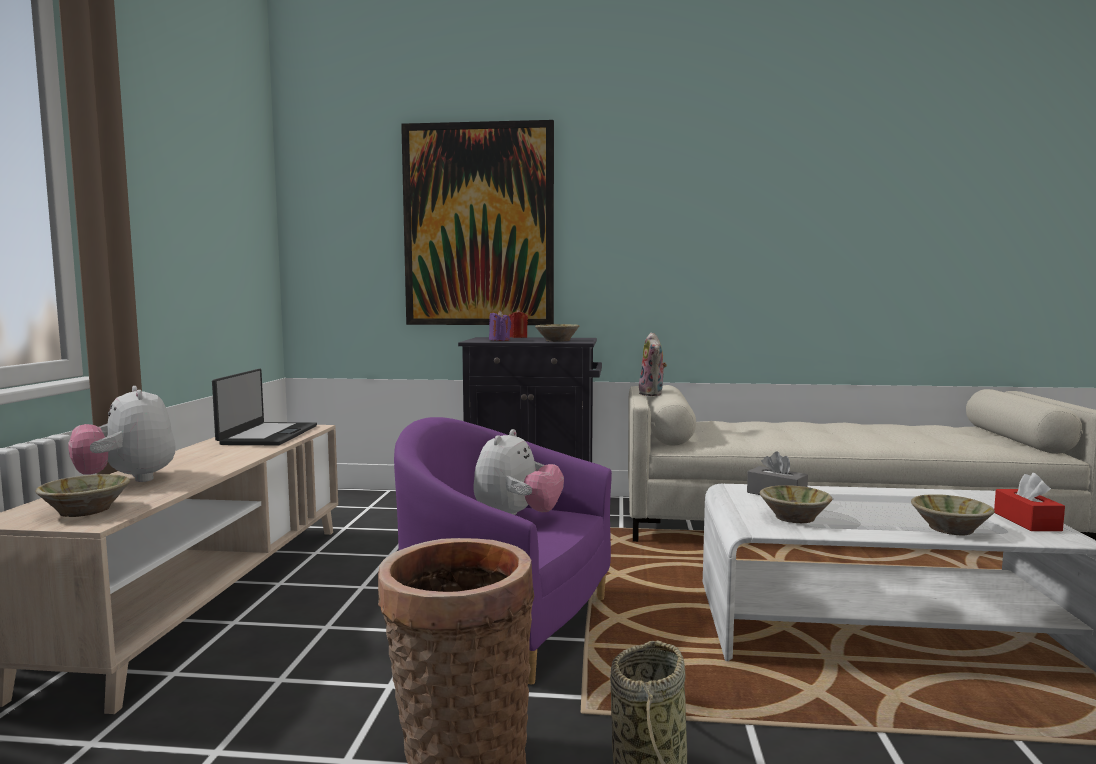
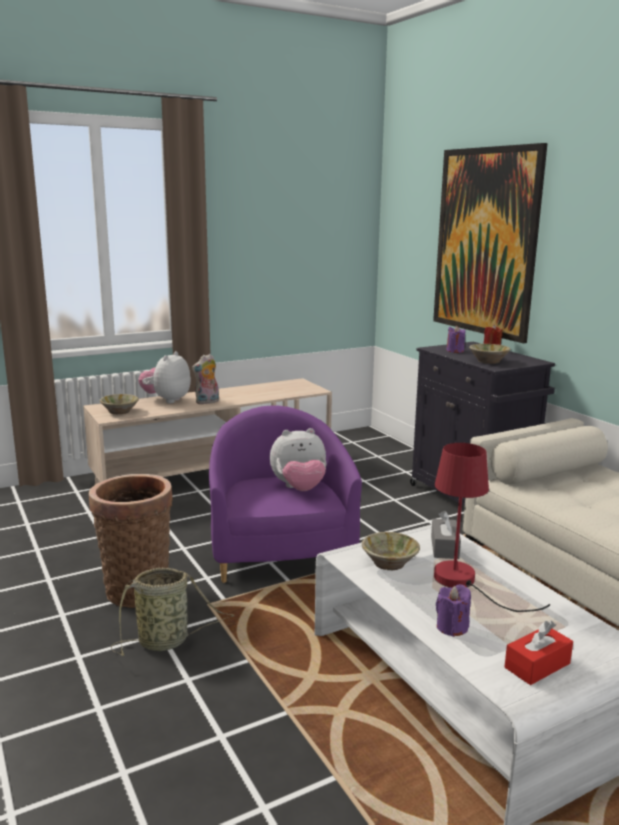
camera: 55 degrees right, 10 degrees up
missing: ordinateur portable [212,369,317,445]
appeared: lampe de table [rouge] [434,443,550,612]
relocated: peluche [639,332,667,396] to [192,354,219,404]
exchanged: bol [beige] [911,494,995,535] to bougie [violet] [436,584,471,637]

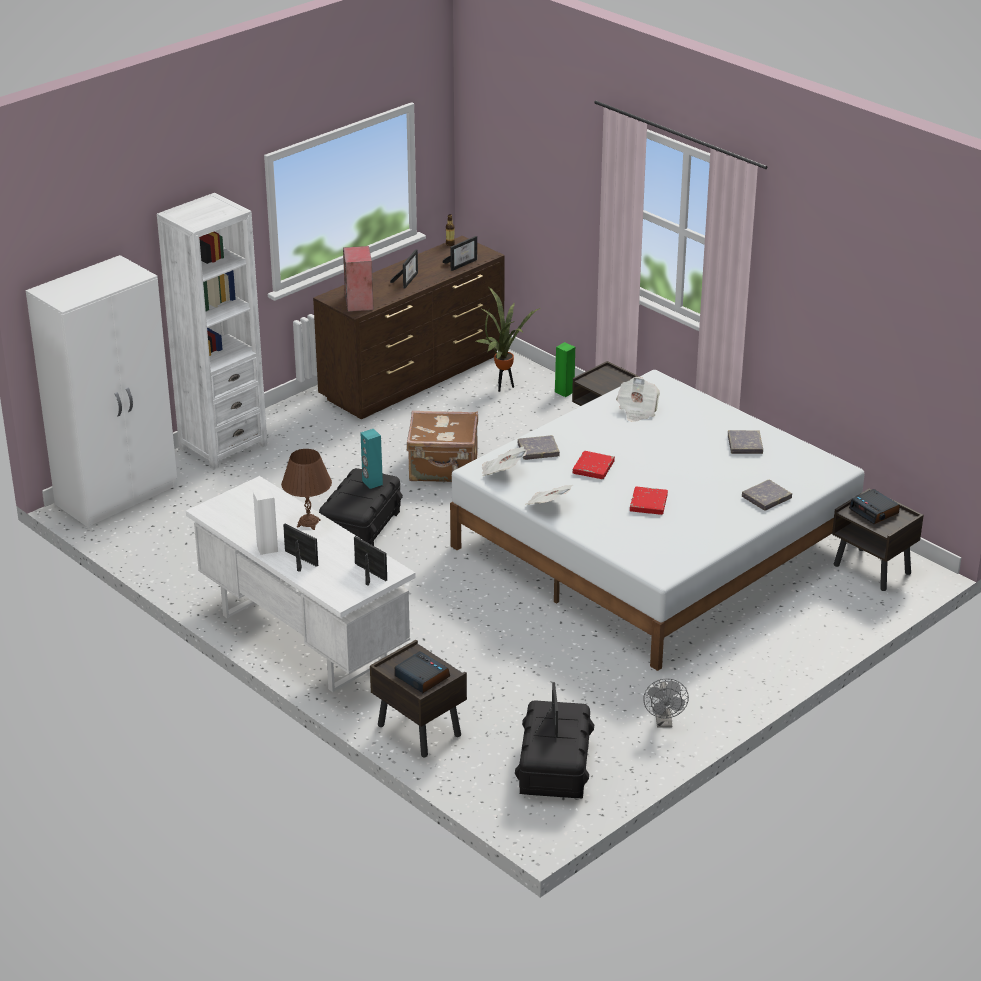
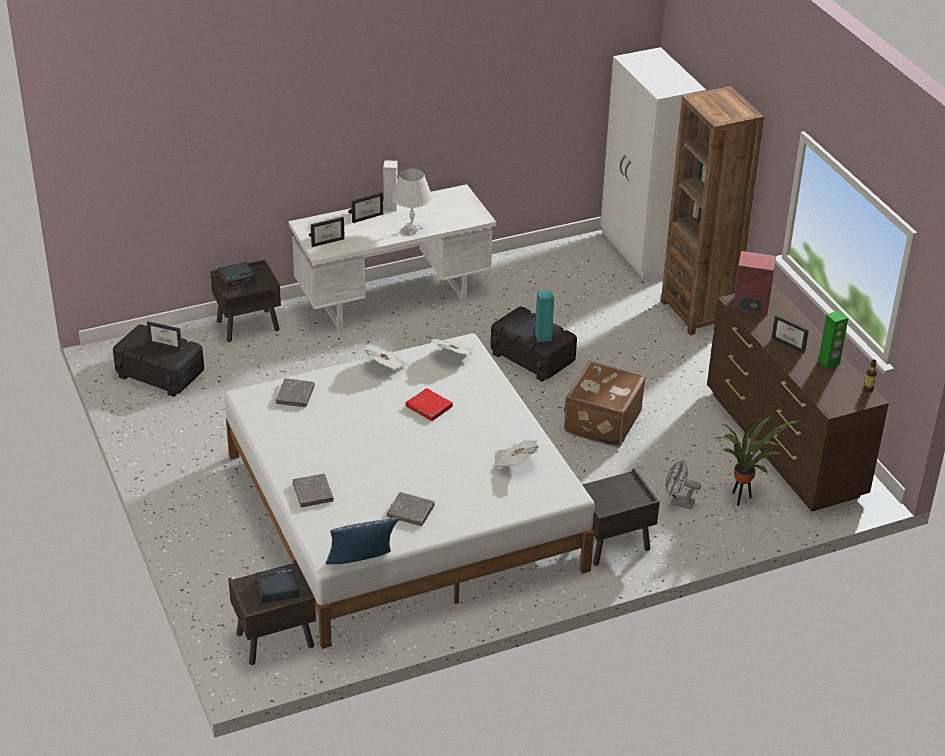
camera: 110 degrees right, 5 degrees up
missing: cadre photo [443,236,477,271]; livre [rouge] [630,487,668,515]
appeared: coussin [326,517,399,564]
relocated: livre [gris] [517,435,560,460] to [276,378,315,407]; enceinte [vert] [555,342,575,397] to [818,311,848,368]; ventilateur [gris] [643,678,689,728] to [666,460,701,510]
colour: bibliothèque [blanc] [157,193,268,470] to bibliothèque [marron] [661,86,764,335]; lampe de table [marron] [281,449,332,530] to lampe de table [blanc] [392,169,432,235]

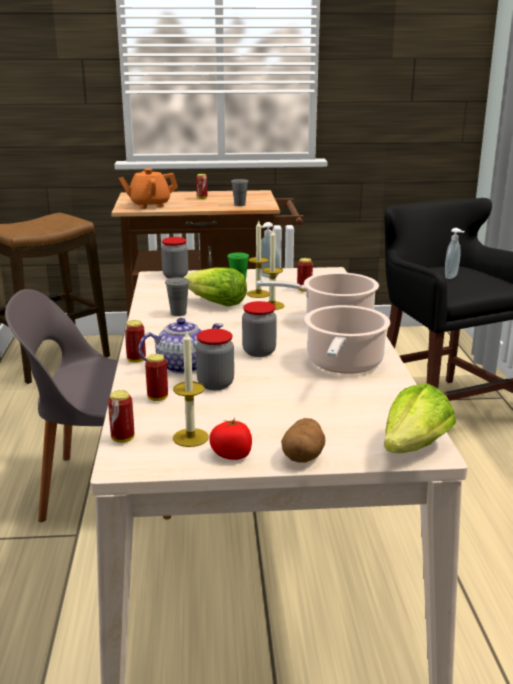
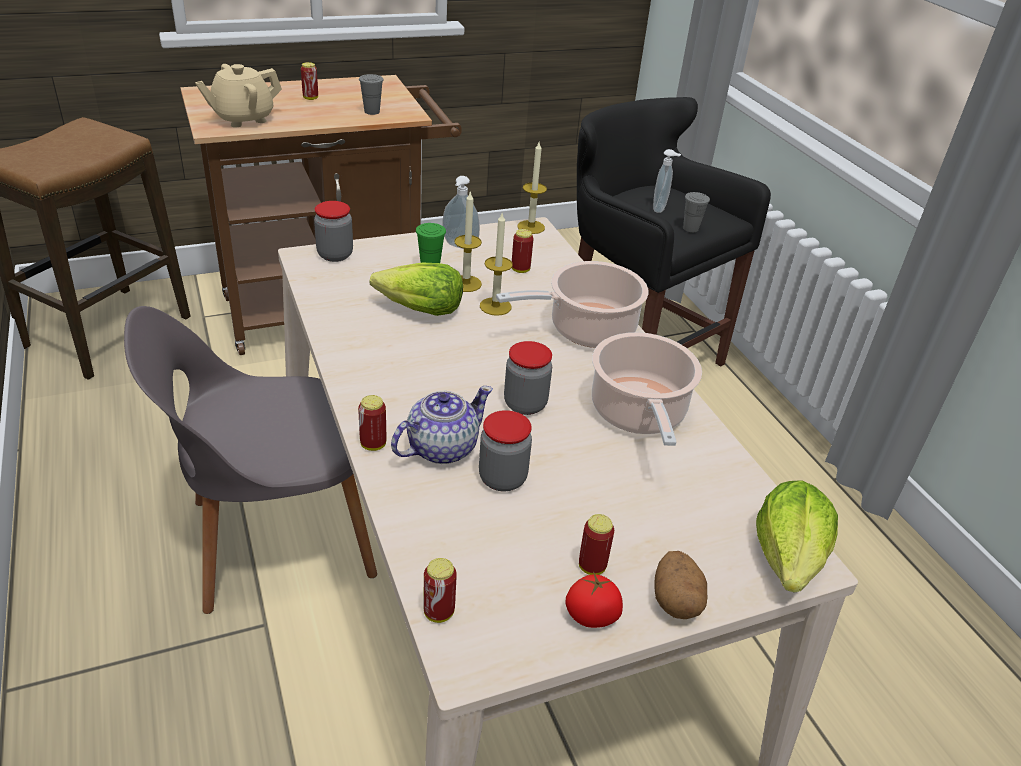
camera: 20 degrees left, 15 degrees up
relocated: boîte métallique [145,354,168,401] to [579,514,614,575]; tasse [gris] [165,278,190,316] to [683,192,710,232]; bougie [173,330,209,447] to [517,142,547,234]
colour: théière [orange] [119,168,178,209] to théière [beige] [195,64,282,128]

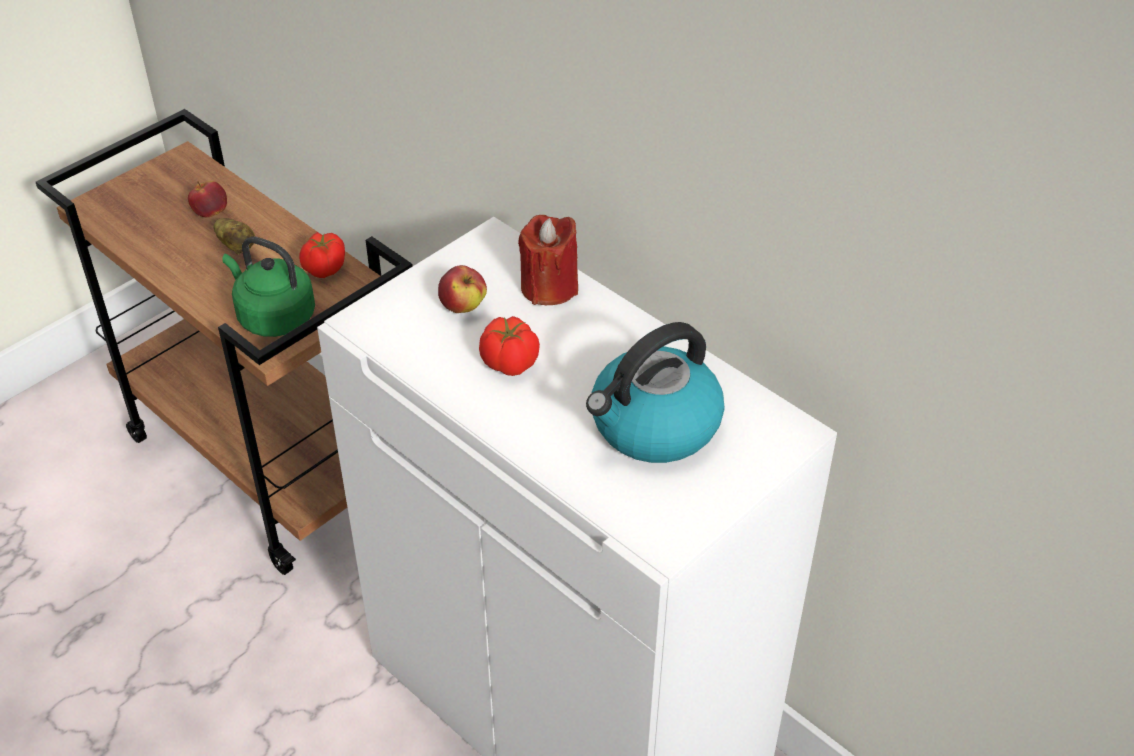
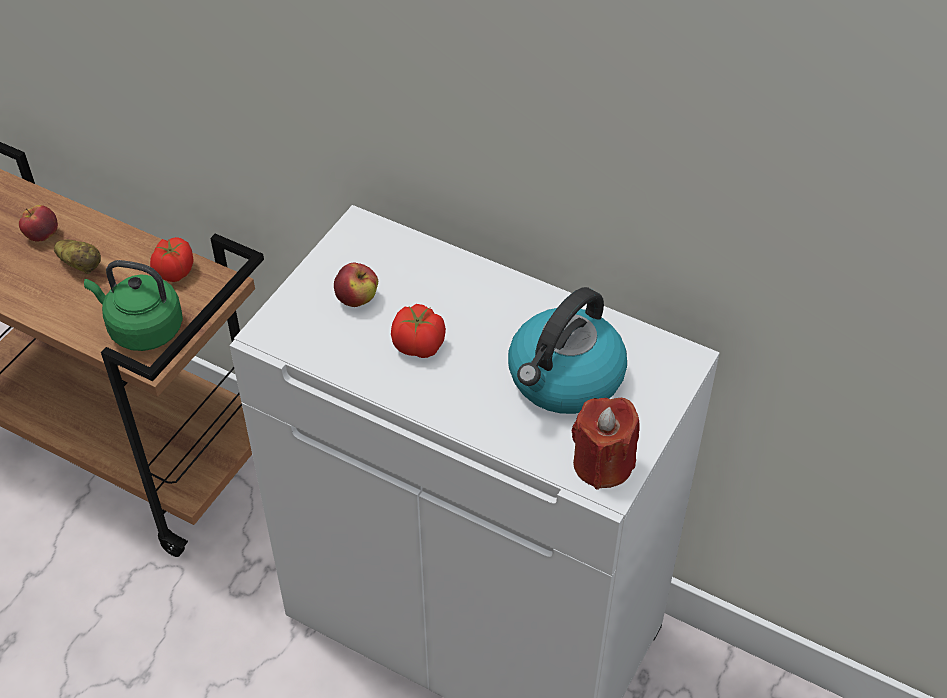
camera: 15 degrees left, 5 degrees up
relocated: bougie [rouge] [518,215,578,305] to [571,398,640,490]

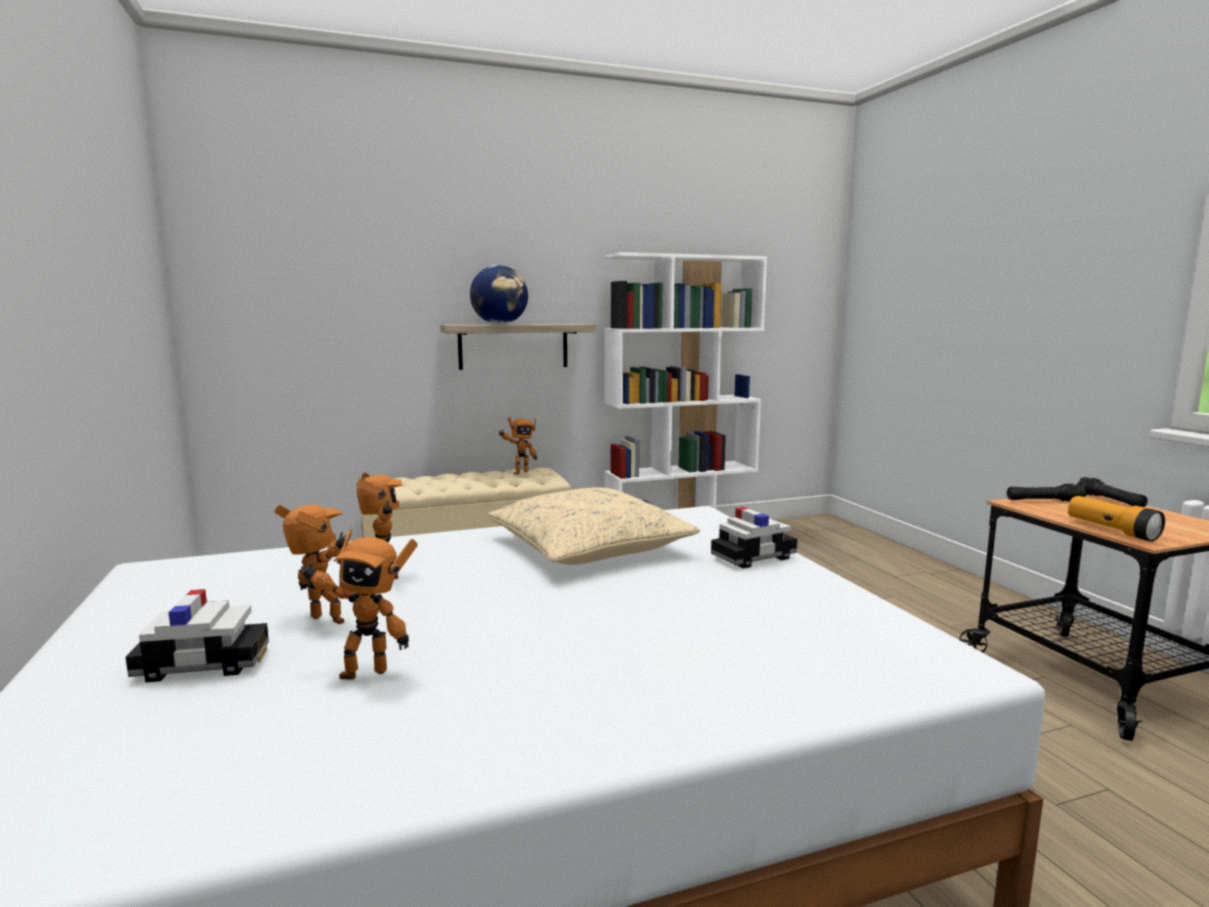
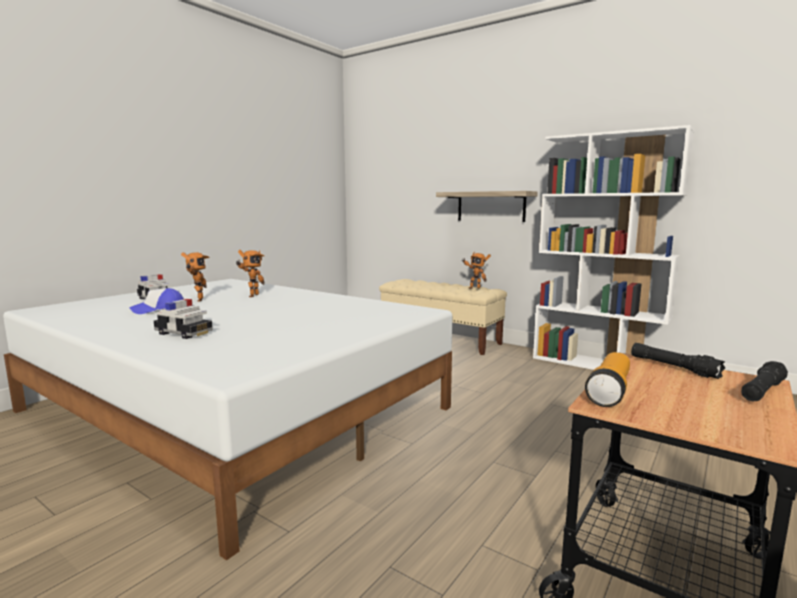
camera: 55 degrees right, 0 degrees up
missing: globe [470,265,528,324]; coussin [beige] [486,487,700,565]
relocated: petite voiture [711,507,798,569] to [154,299,213,339]
exchanged: robot jouet [299,529,418,680] to casquette [129,288,184,314]

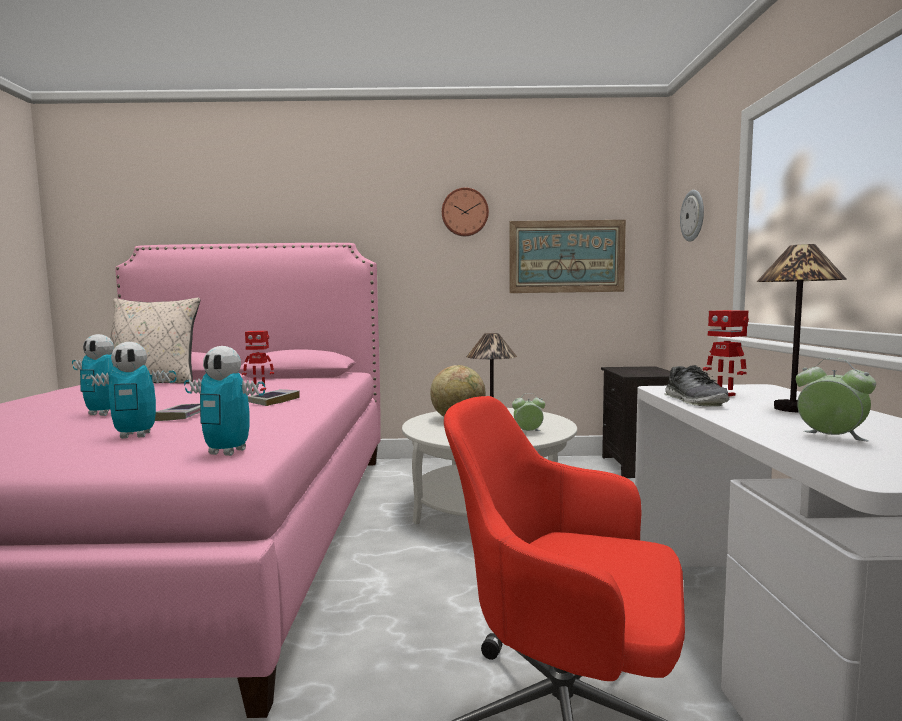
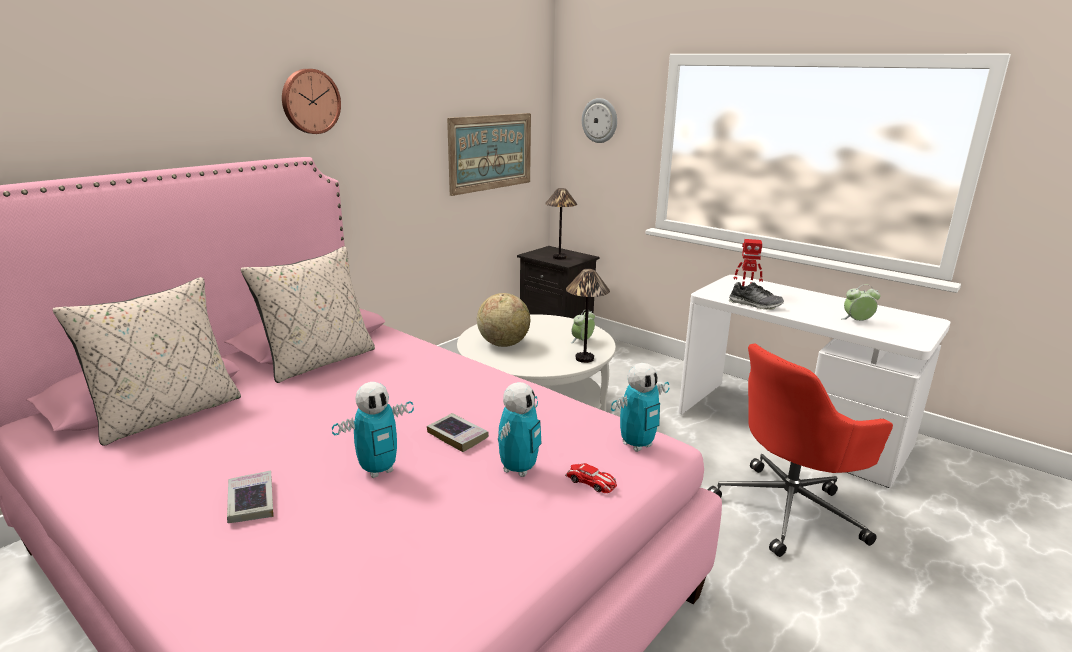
camera: 50 degrees left, 15 degrees up
missing: robot jouet [242,331,274,391]
appeared: coussin [beige] [241,247,375,383]; petite voiture [565,463,617,493]
relocated: livre [248,389,300,406] to [227,471,274,523]; horloge murale [442,188,489,236] to [282,69,341,134]; lampe de table [757,244,847,413] to [545,188,577,259]

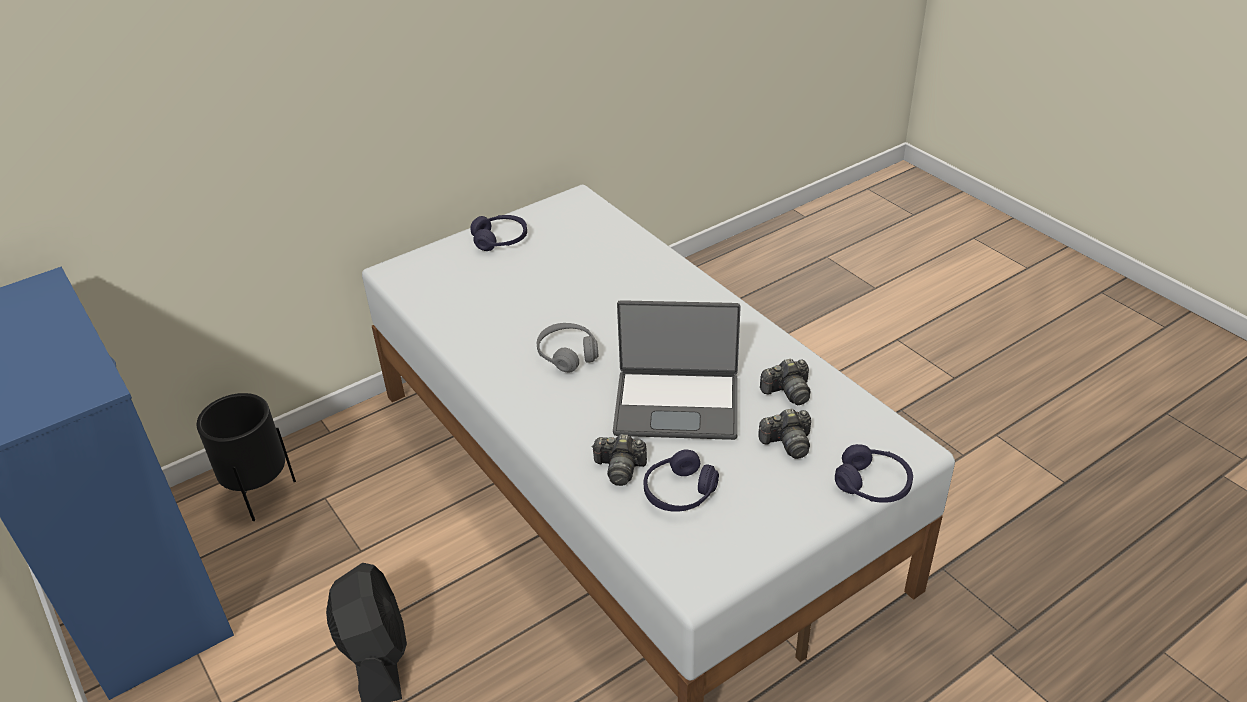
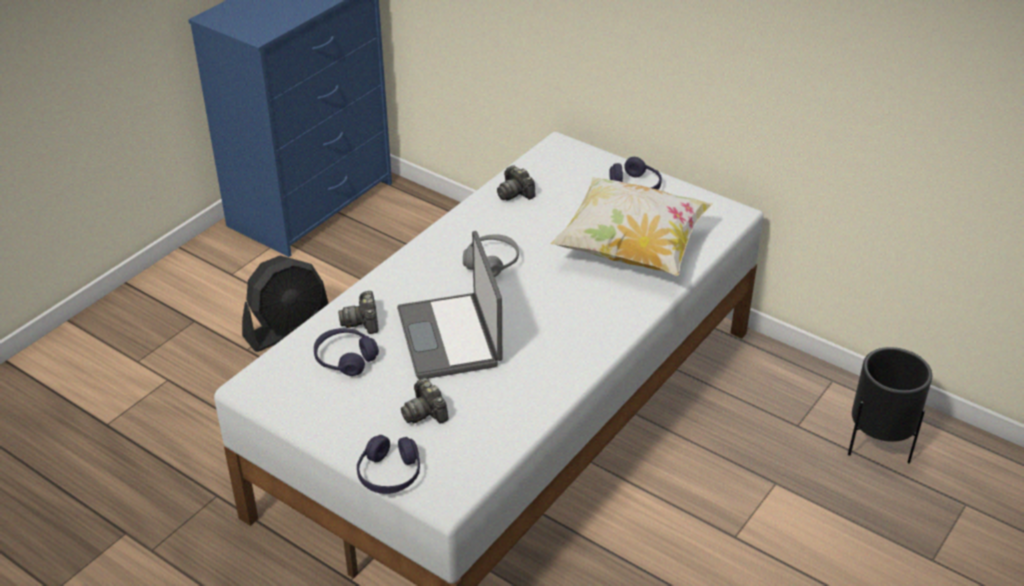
camera: 70 degrees right, 0 degrees up
appeared: coussin [550,177,713,276]
relocated: cache-pot [noir] [197,393,296,521] to [848,347,932,464]; appareil photo [760,358,810,405] to [497,165,536,201]

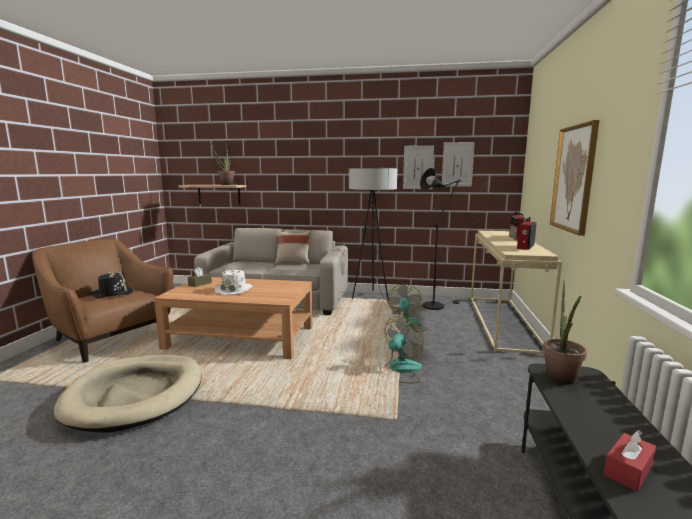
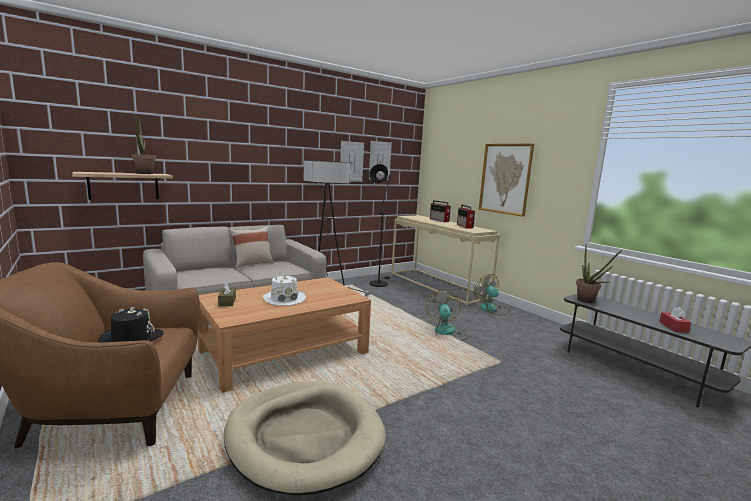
camera: 45 degrees left, 0 degrees up
relocated: ventilateur [387,284,428,332] to [474,274,510,316]

